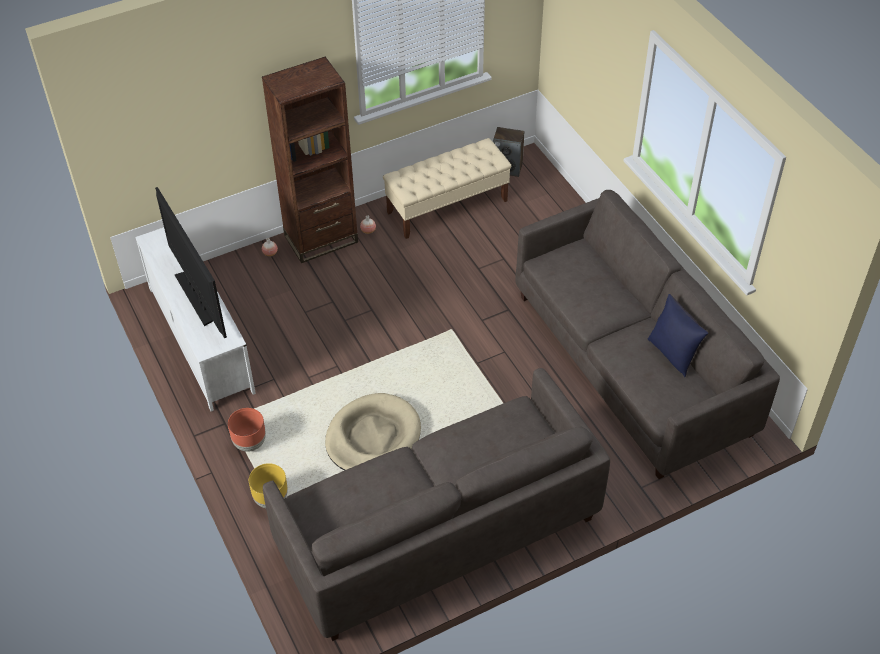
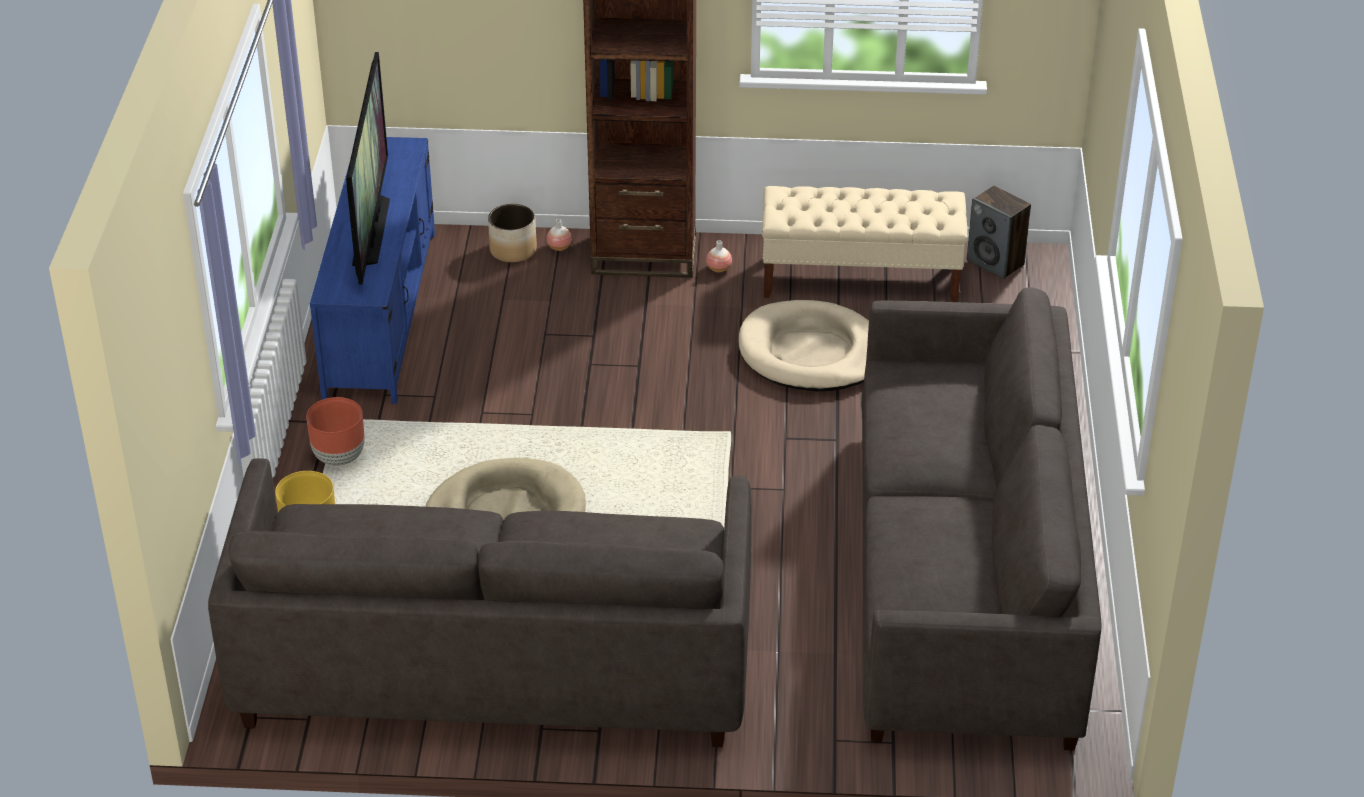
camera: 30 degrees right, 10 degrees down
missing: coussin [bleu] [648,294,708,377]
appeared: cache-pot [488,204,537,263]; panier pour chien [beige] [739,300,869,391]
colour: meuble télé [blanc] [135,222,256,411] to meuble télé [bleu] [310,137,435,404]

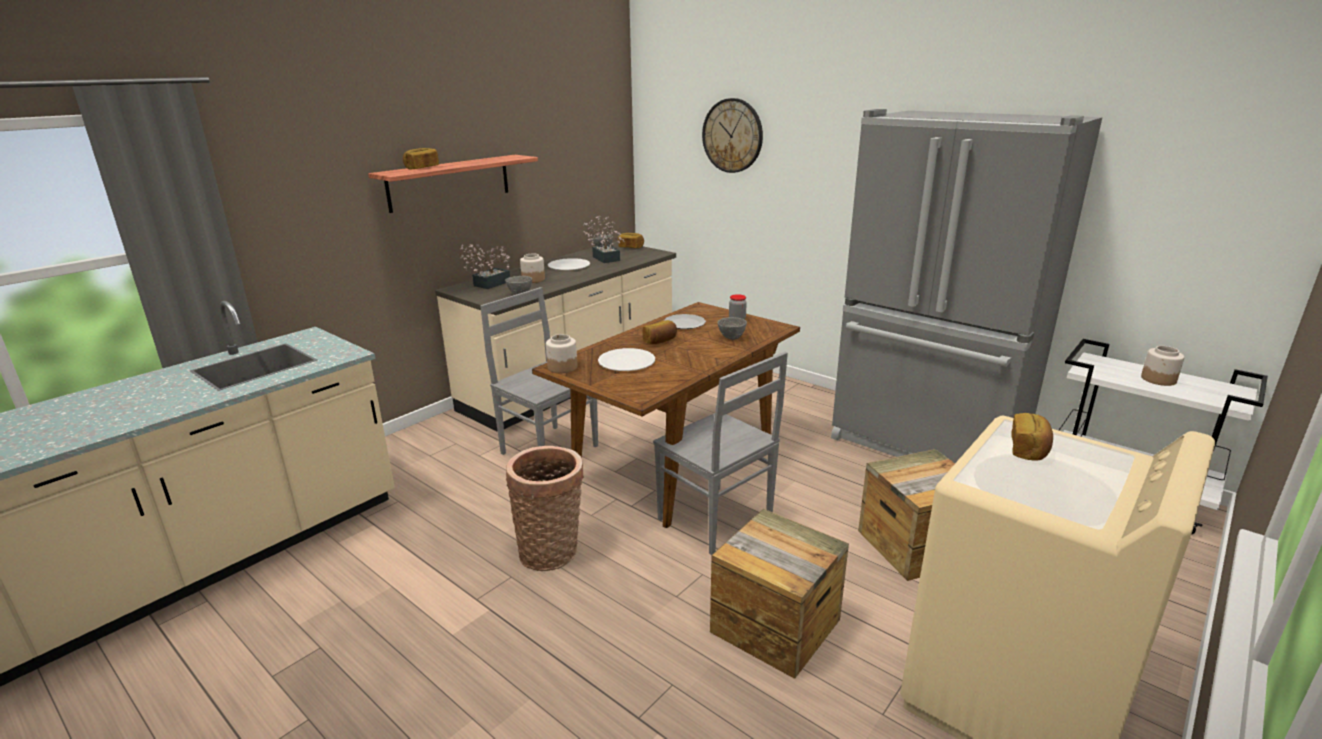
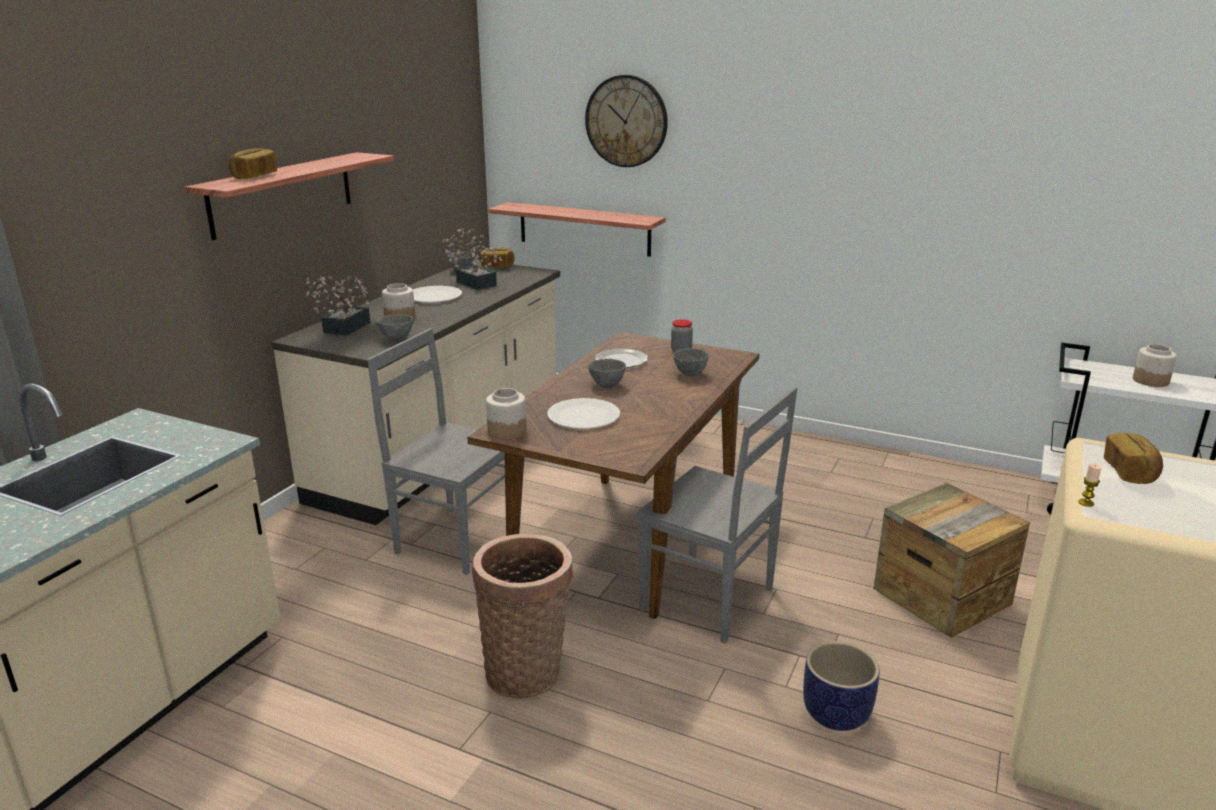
camera: 15 degrees left, 0 degrees up
missing: réfrigérateur [gris] [831,109,1103,463]
appeared: étagère [488,202,666,257]; bougie [1078,463,1101,507]
exchanged: pain [643,320,677,344] to bol [gris] [588,358,626,388]; caisse [710,509,849,679] to cache-pot [803,641,880,731]

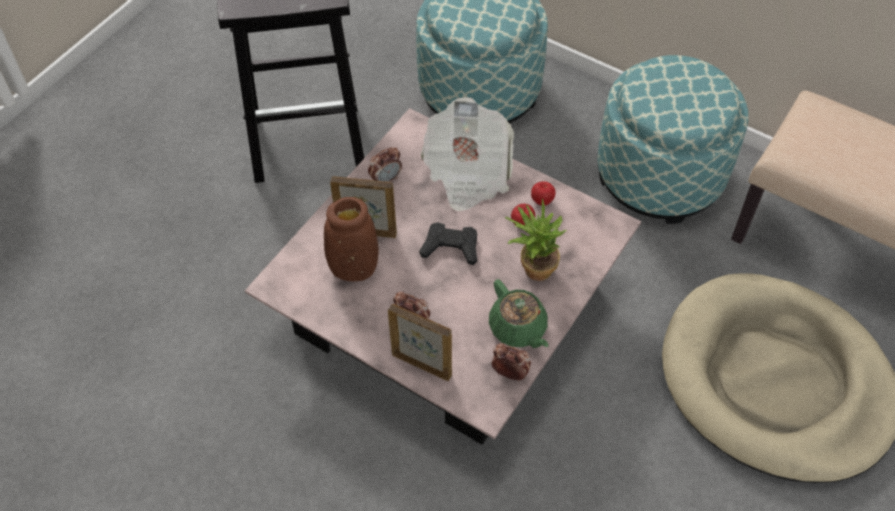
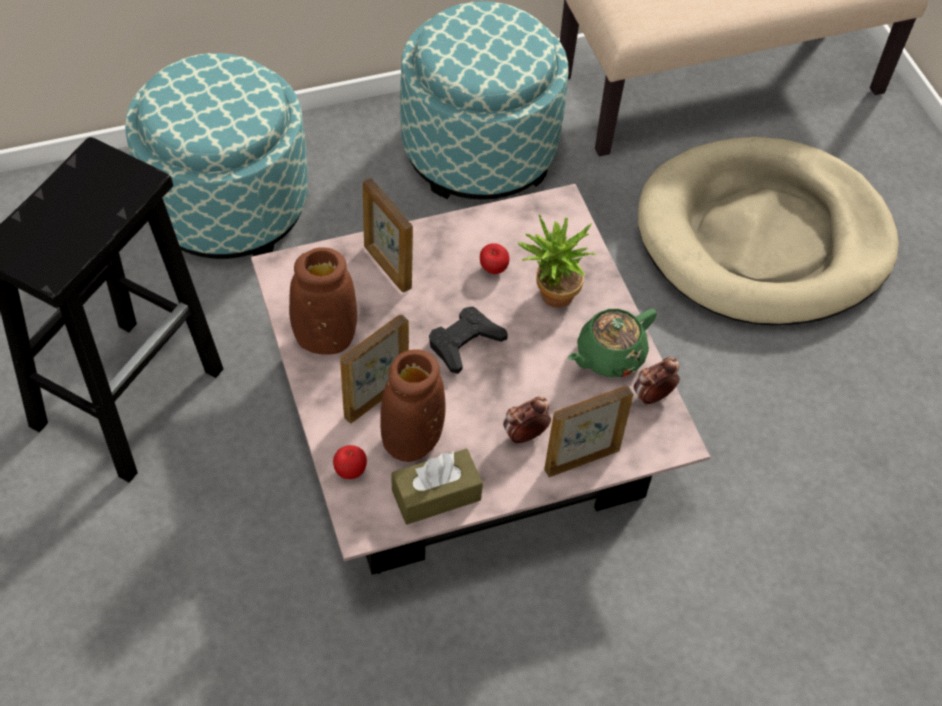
camera: 55 degrees left, 0 degrees up
appeared: boîte à mouchoirs [marron] [392,449,483,525]
relocated: pomme [531,181,556,206] to [333,445,367,479]
exchanged: réveil [368,147,402,182] to vase [marron] [289,247,357,354]; journal [421,97,514,212] to cadre photo [363,177,413,292]
spun: théière [vert] [489,279,549,348] = [568,309,657,377] 135 degrees clockwise

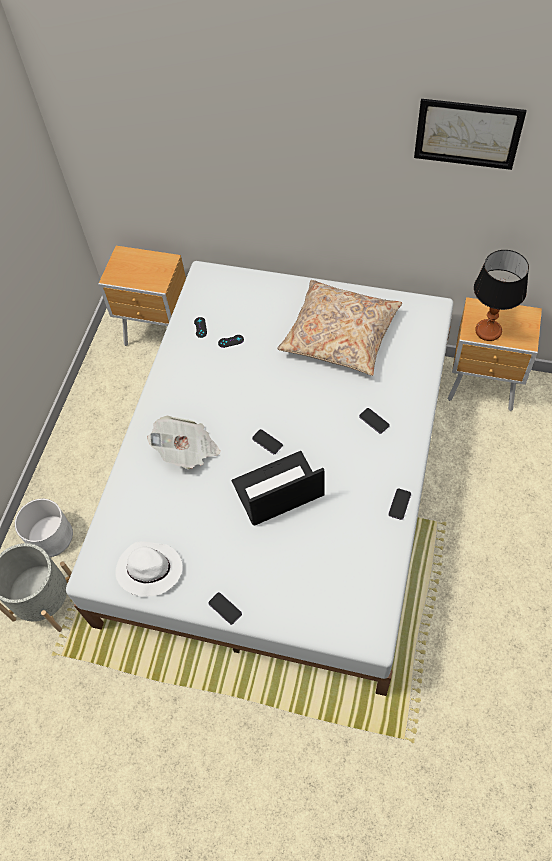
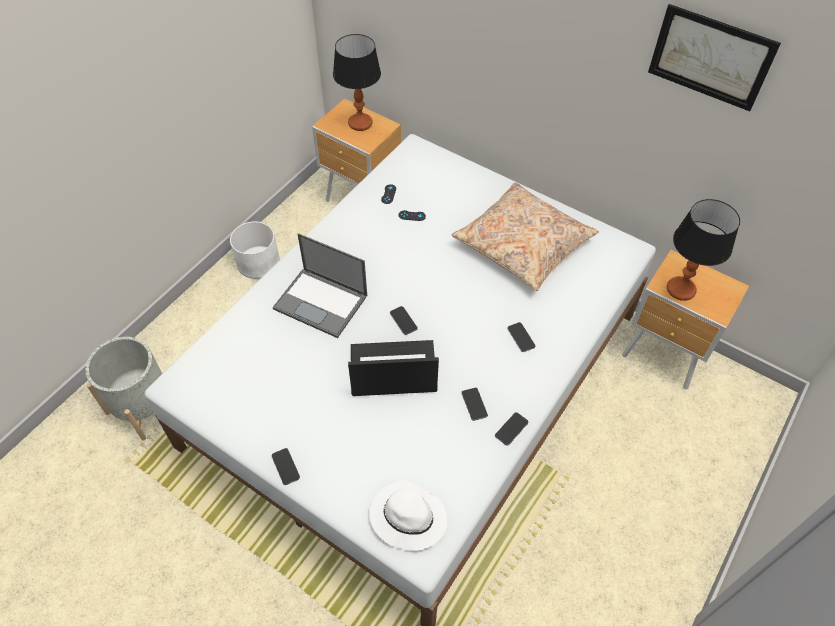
camera: 15 degrees right, 5 degrees down
appeared: lampe de table [333,34,381,131]; téléphone [461,388,488,421]
relocated: cache-pot [blanc] [15,499,73,557] to [230,221,280,279]; chapeau [blanc] [116,541,182,597] to [369,480,447,551]
exchanged: journal [147,416,221,469] to ordinateur portable [273,233,367,338]

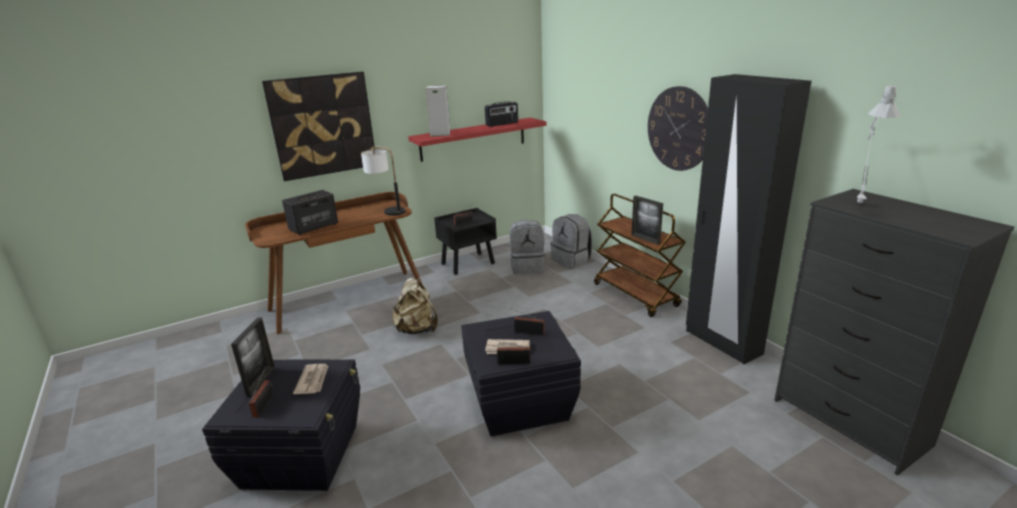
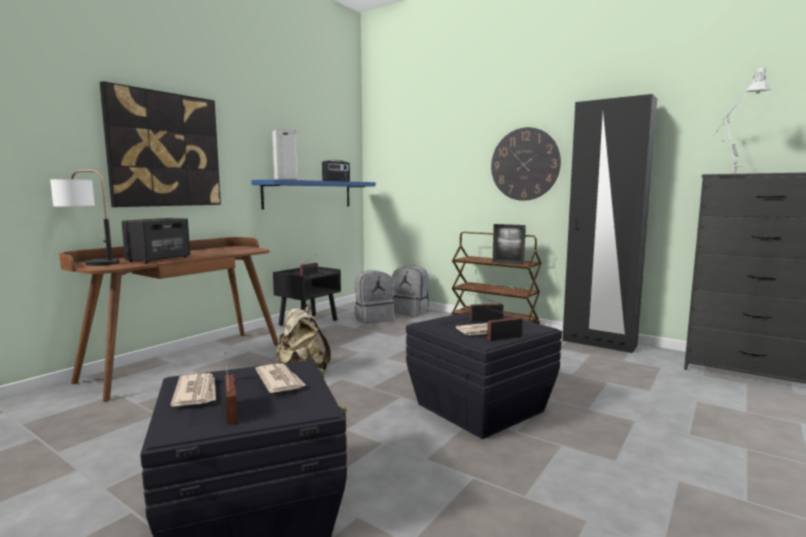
camera: 25 degrees left, 15 degrees down
relocated: lampe de table [361,146,405,216] to [50,170,119,266]
exchanged: cadre photo [231,317,275,397] to journal [170,373,216,407]
colour: étagère [rouge] [408,118,547,162] to étagère [bleu] [251,179,375,209]

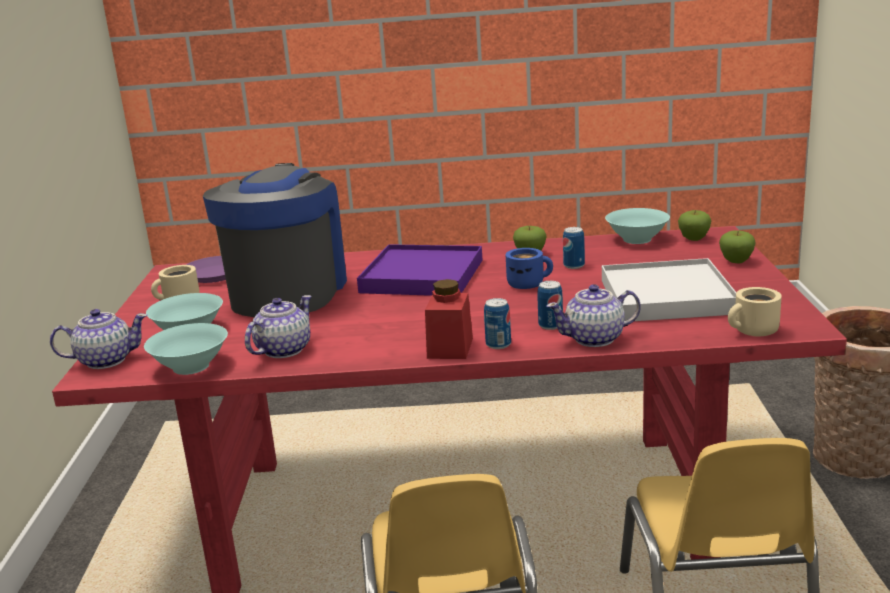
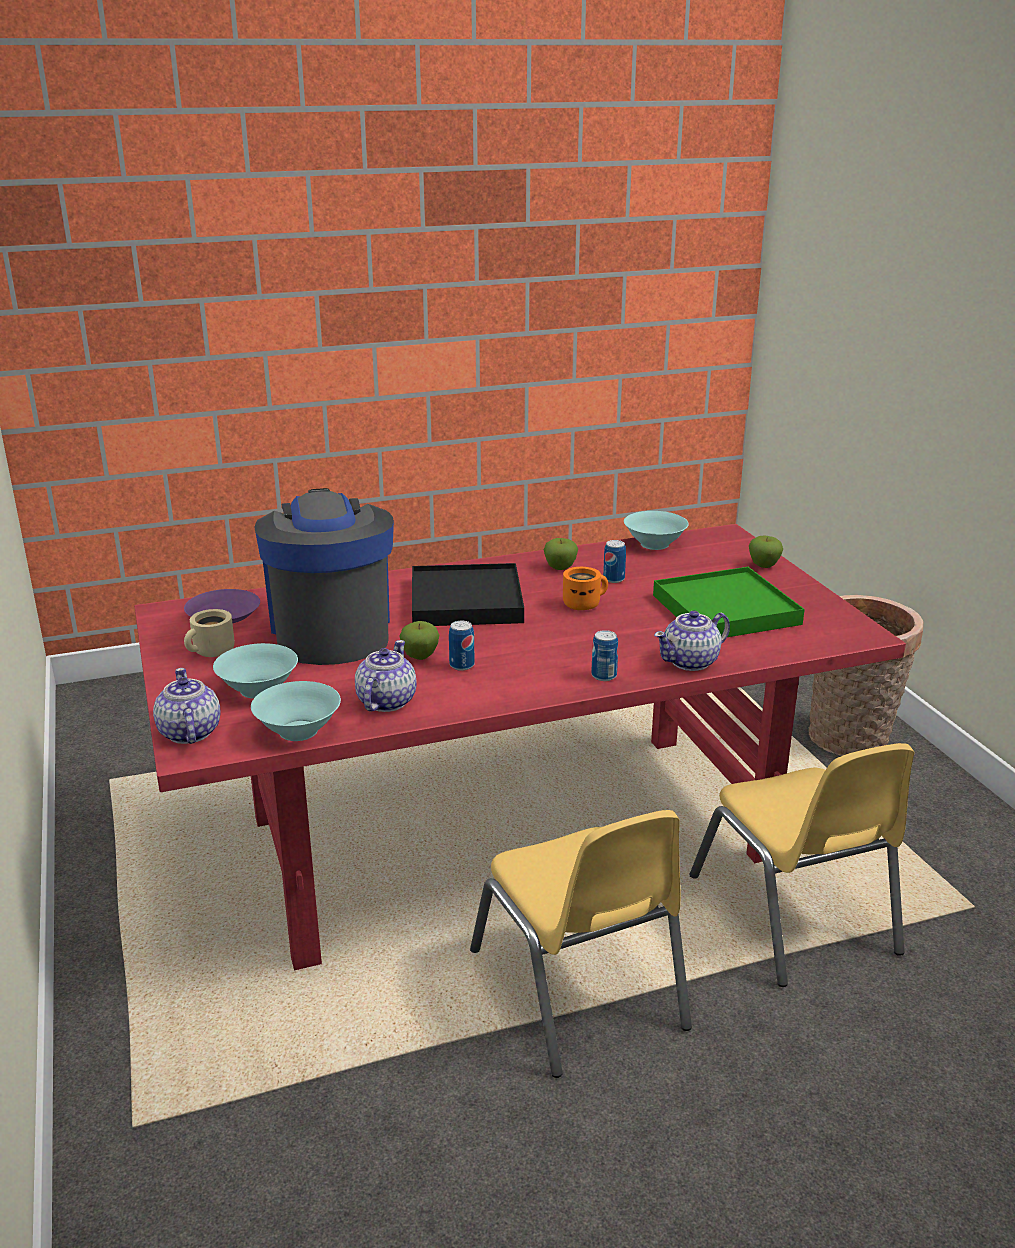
camera: 20 degrees left, 5 degrees up
missing: bocal [rouge] [425,279,473,359]; mug [beige] [728,287,782,336]
relocated: boîte métallique [537,281,563,330] to [449,621,475,671]; pomme [678,210,711,241] to [400,621,439,660]
colour: plateau [violet] [357,244,482,296] to plateau [noir] [412,563,524,626]; mug [bleu] [506,248,553,289] to mug [orange] [563,567,608,610]; plateau [blanc] [602,258,736,321] to plateau [vert] [653,567,805,637]
spun: théière [50,309,148,369] = [153,668,220,744] 75 degrees counterclockwise

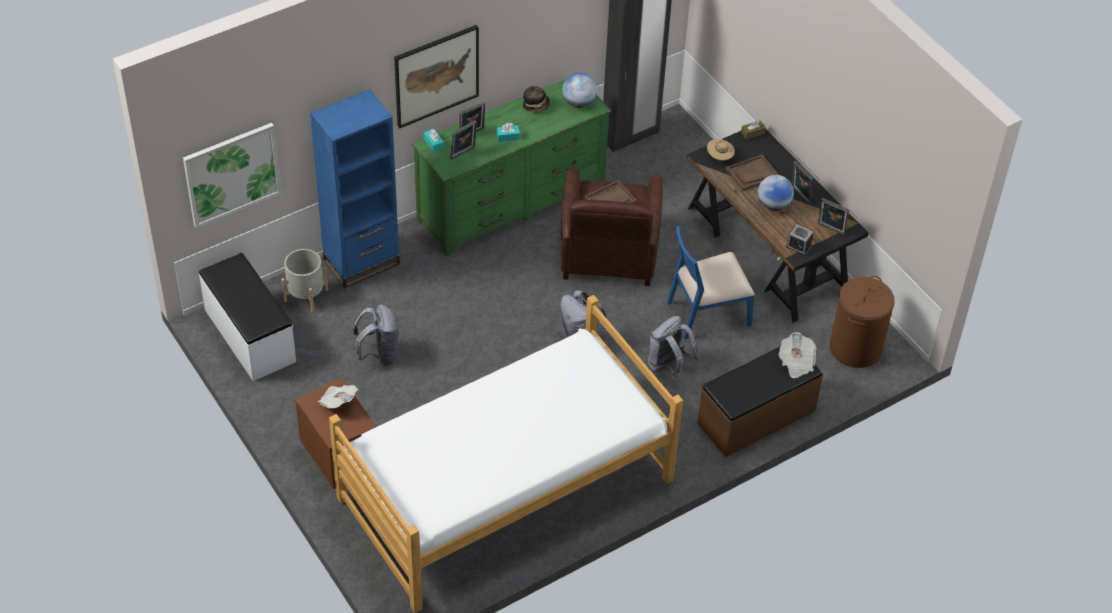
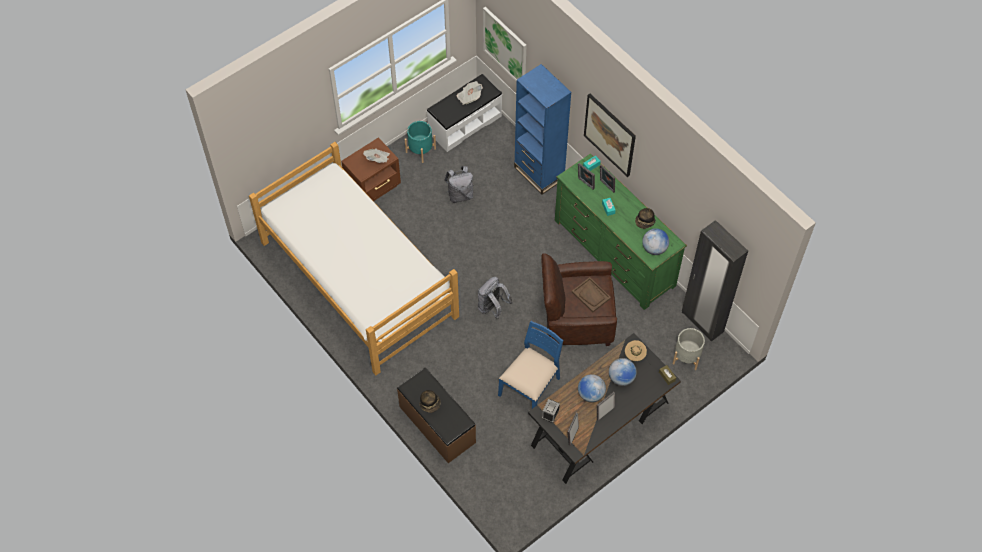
camera: 85 degrees right, 10 degrees up
missing: sac à dos [gris] [648,316,699,377]; panier à linge [marron] [830,276,895,368]
appeared: cache-pot [turquoise] [405,121,436,163]; chapeau [420,390,441,413]
relocated: cache-pot [gris] [281,249,328,312] to [673,328,705,370]; journal [778,332,816,378] to [457,81,483,105]
exchanged: plateau [marron] [726,155,778,191] to globe [609,358,637,386]
spun: chaise [bleu] [667,226,755,339] = [498,321,563,409] 60 degrees clockwise

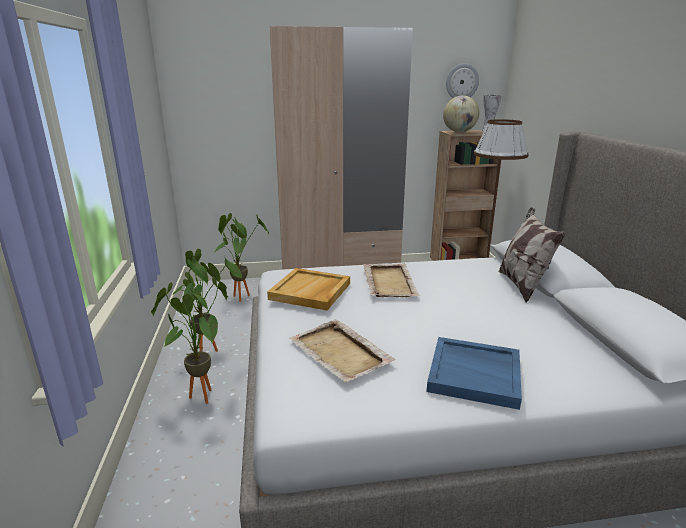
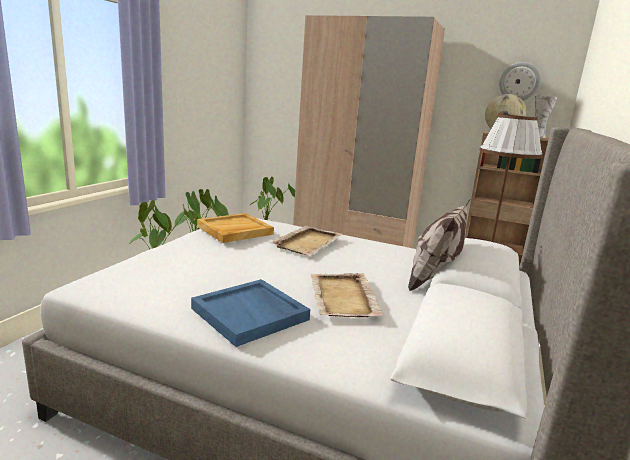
camera: 30 degrees right, 5 degrees down
relocated: plateau [beige] [289,319,396,383] to [310,273,384,317]

